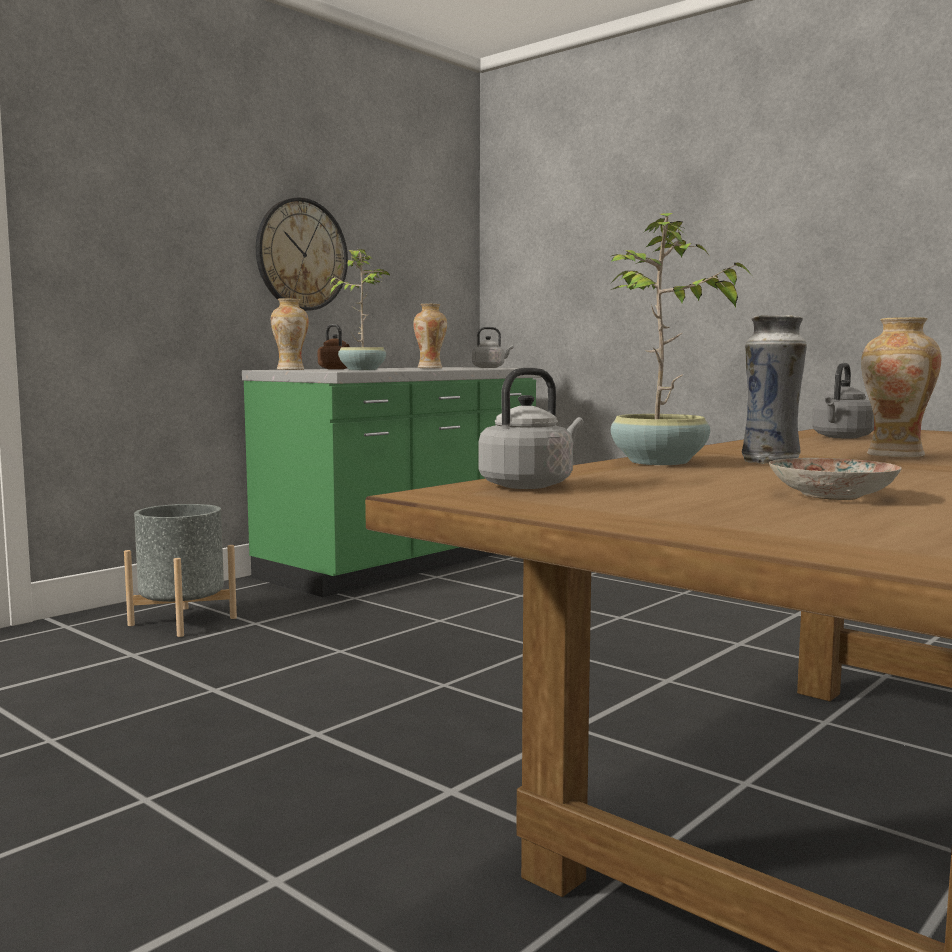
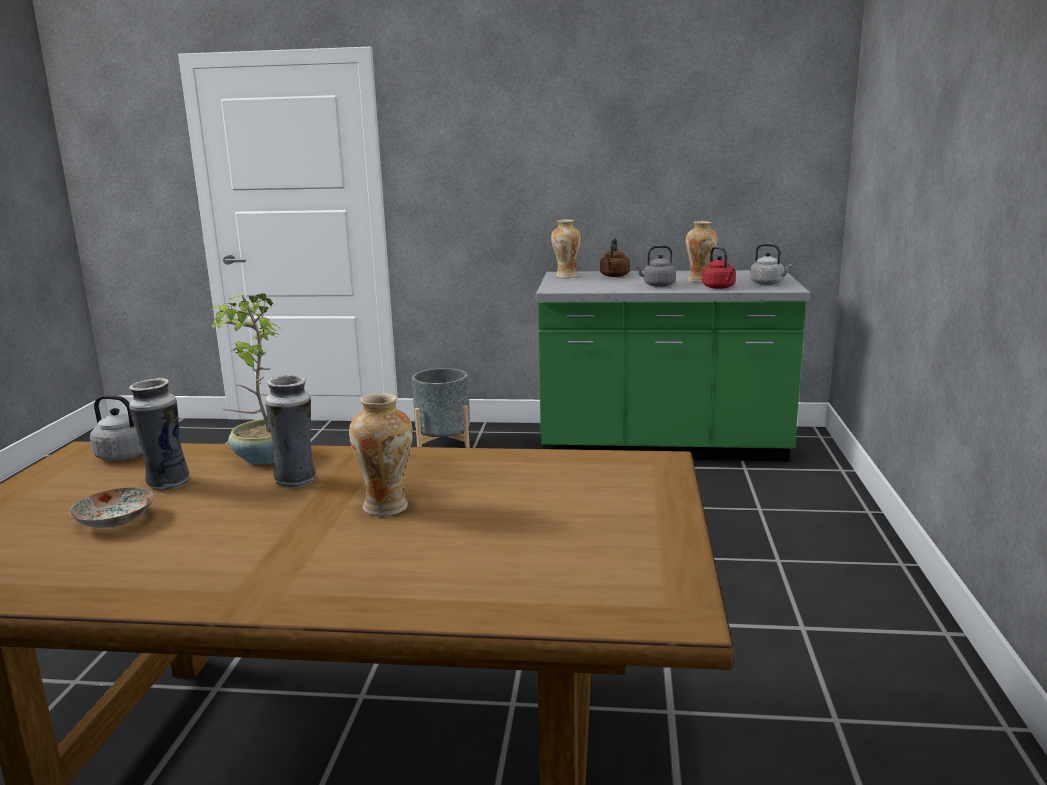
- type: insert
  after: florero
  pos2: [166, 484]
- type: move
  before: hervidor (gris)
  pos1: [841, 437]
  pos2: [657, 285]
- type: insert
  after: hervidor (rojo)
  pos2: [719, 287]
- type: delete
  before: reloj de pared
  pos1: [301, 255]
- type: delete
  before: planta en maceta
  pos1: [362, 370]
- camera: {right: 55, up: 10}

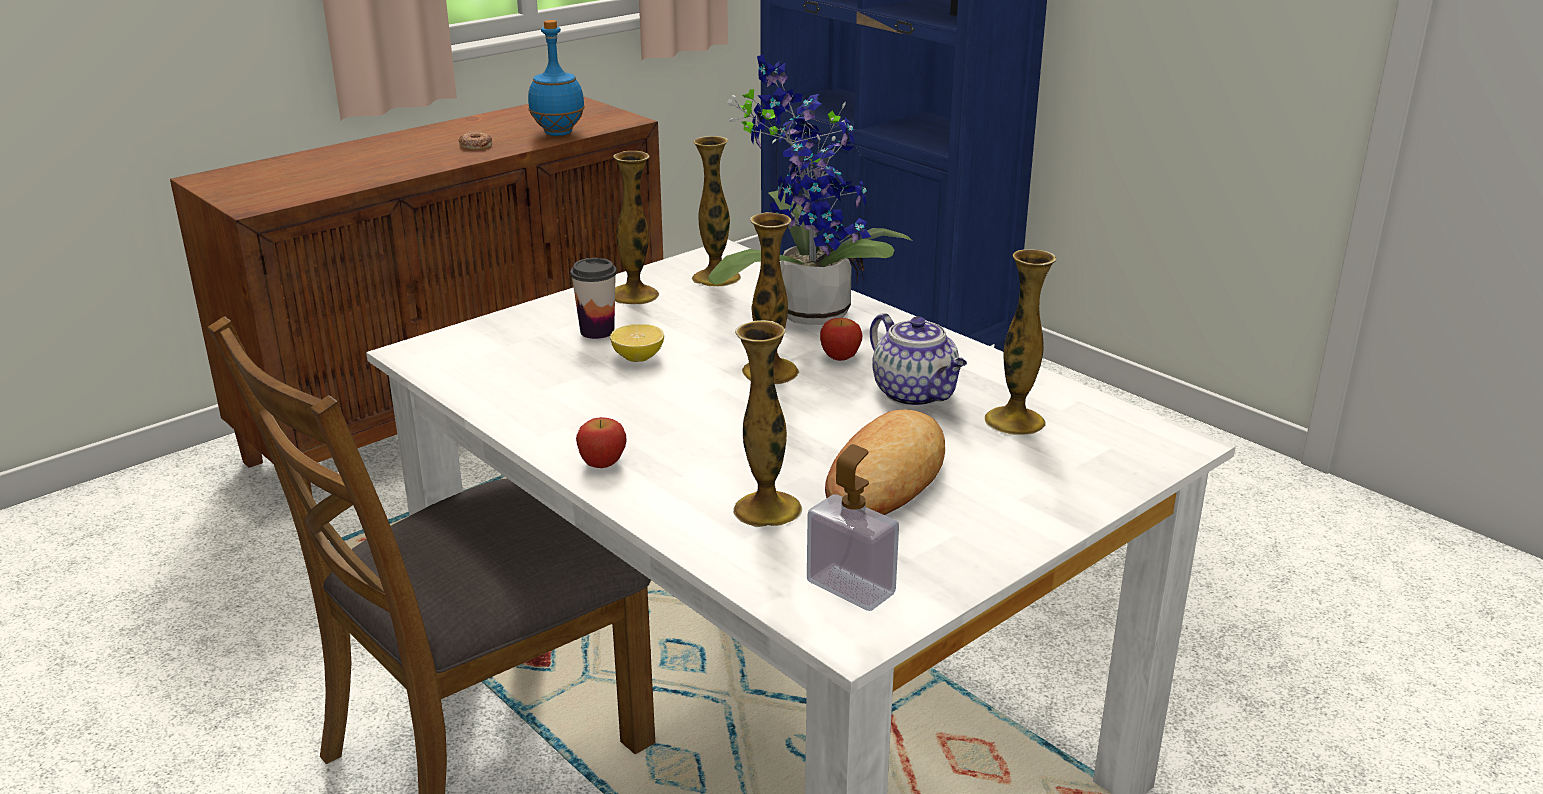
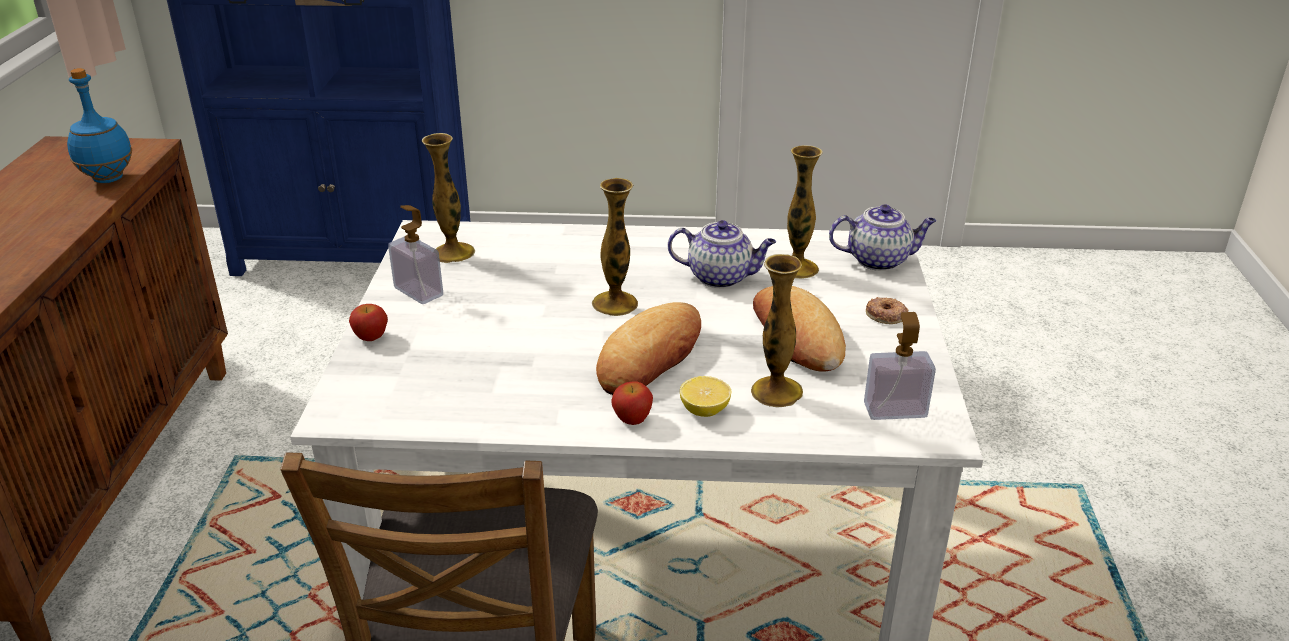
- type: move
  before: manzana
  pos1: [840, 357]
  pos2: [371, 337]
- type: replace
  before: florero
  after: dispensador de jabón
  pos1: [633, 295]
  pos2: [418, 291]
- type: insert
  after: pan
  pos2: [650, 357]
- type: move
  before: limón
  pos1: [638, 358]
  pos2: [704, 410]
- type: insert
  after: tetera
  pos2: [879, 260]
- type: move
  before: rosquilla
  pos1: [475, 145]
  pos2: [886, 315]
- type: delete
  before: taza
  pos1: [597, 331]
- type: delete
  before: planta en maceta
  pos1: [806, 310]
- camera: {right: -45, up: 5}

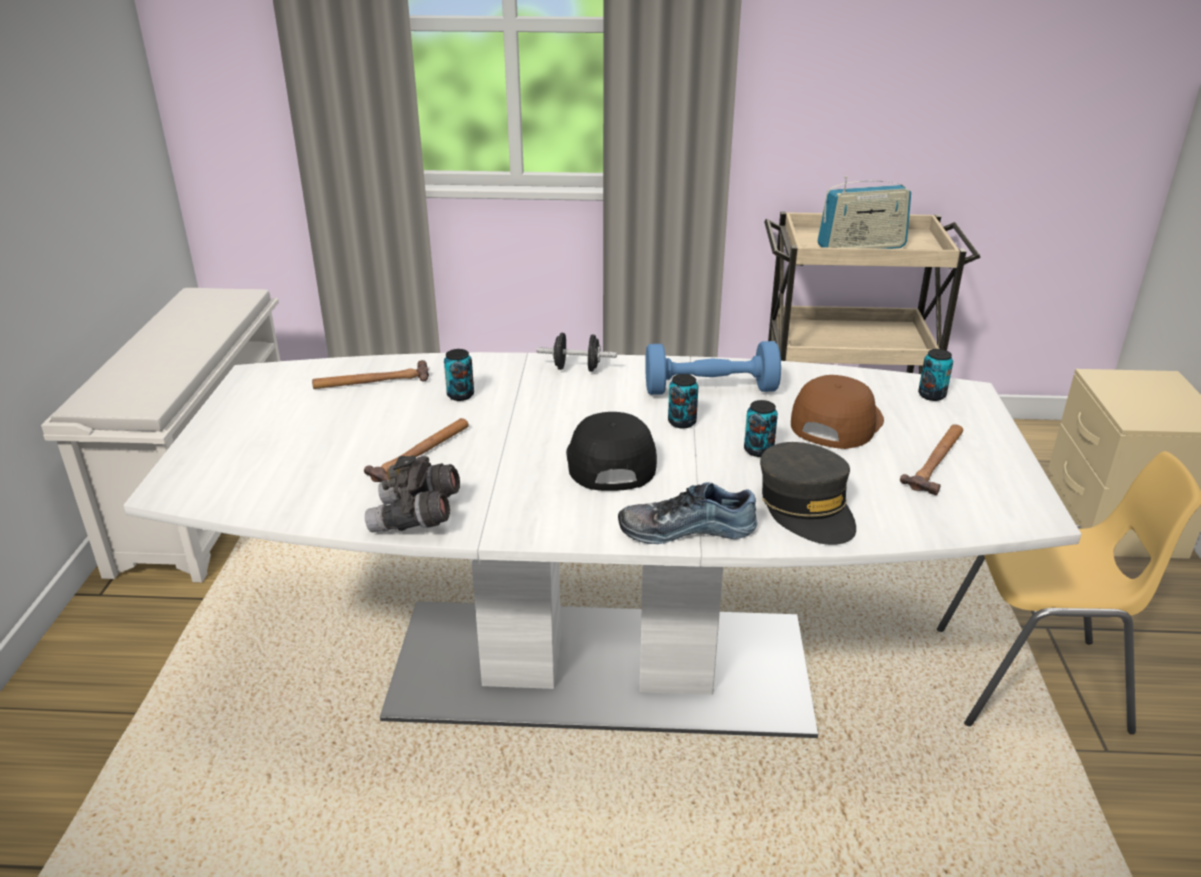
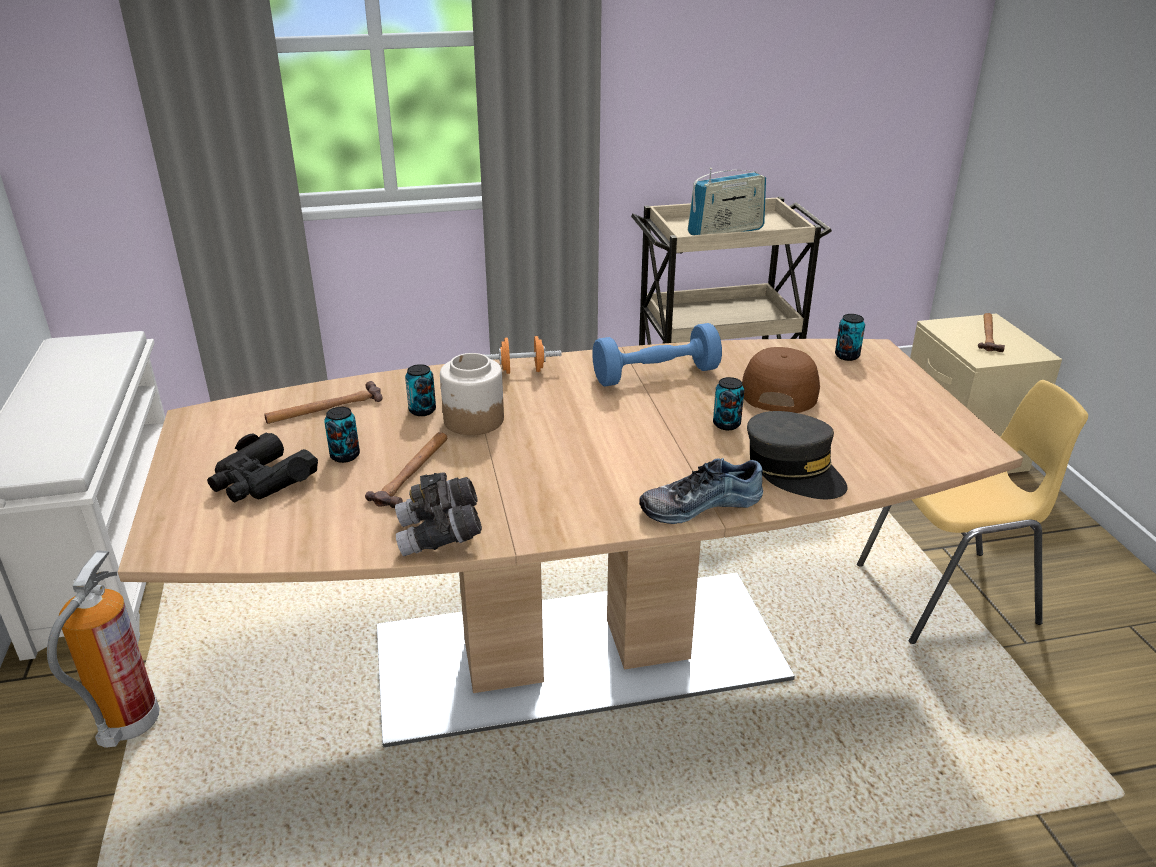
- type: insert
  after: extintor
  pos2: [129, 726]
- type: recolor
  before: mesa de comedor (blanco)
  after: mesa de comedor (marrón)
  pos1: [599, 668]
  pos2: [576, 654]
- type: insert
  after: prismáticos (negro)
  pos2: [261, 481]
- type: move
  before: lata
  pos1: [682, 422]
  pos2: [345, 456]
- type: insert
  after: tarro
  pos2: [473, 420]
- type: recolor
  before: mancuerna (negro)
  after: mancuerna (naranja)
  pos1: [577, 368]
  pos2: [522, 371]
- type: move
  before: martillo
  pos1: [937, 461]
  pos2: [989, 334]
- type: delete
  before: gorra (negro)
  pos1: [608, 461]
- camera: {right: -15, up: 0}

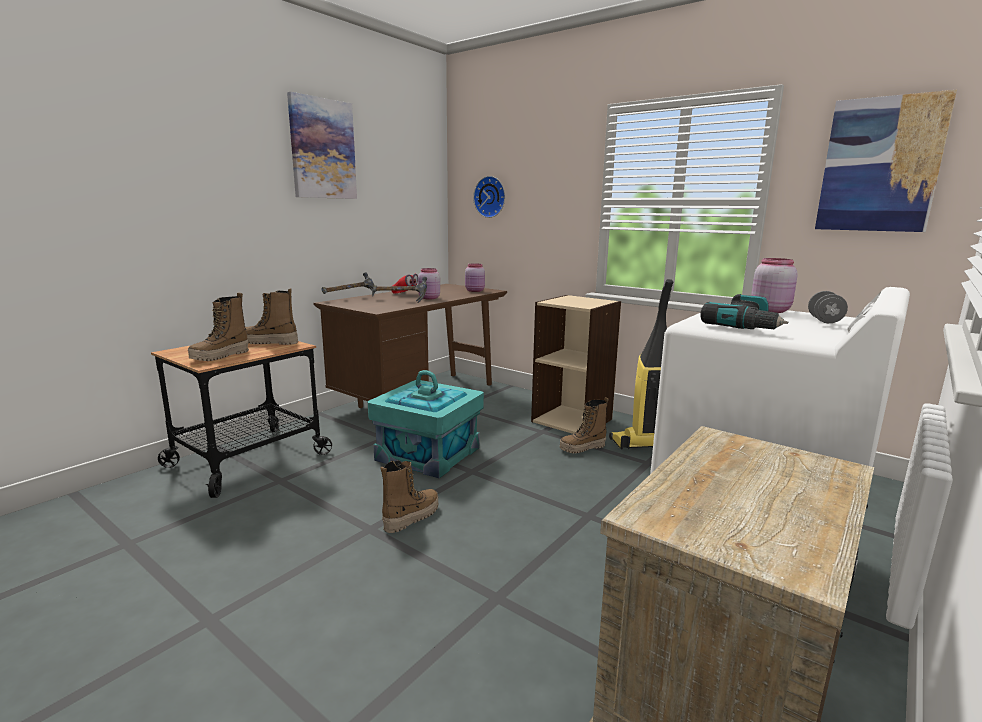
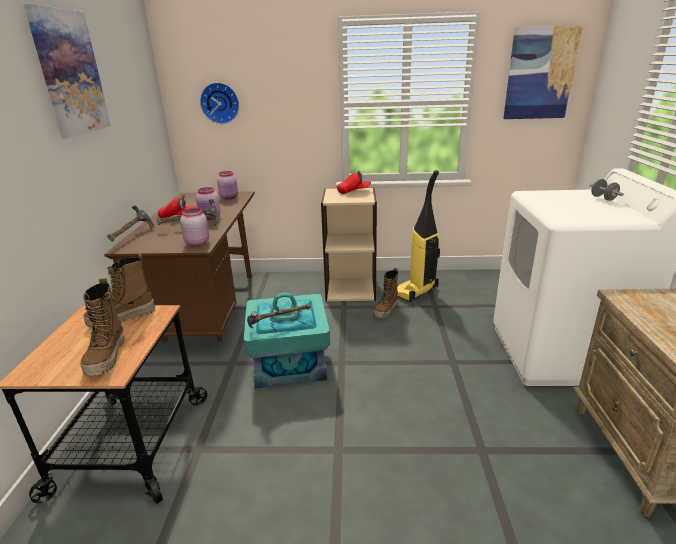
- type: move
  before: tarro (rosa)
  pos1: [769, 310]
  pos2: [197, 242]
- type: insert
  after: martillo
  pos2: [279, 325]
- type: insert
  after: gorra (rojo)
  pos2: [354, 191]
- type: delete
  before: bota
  pos1: [411, 517]
- type: delete
  before: taladro
  pos1: [746, 326]
- camera: {right: -35, up: 10}

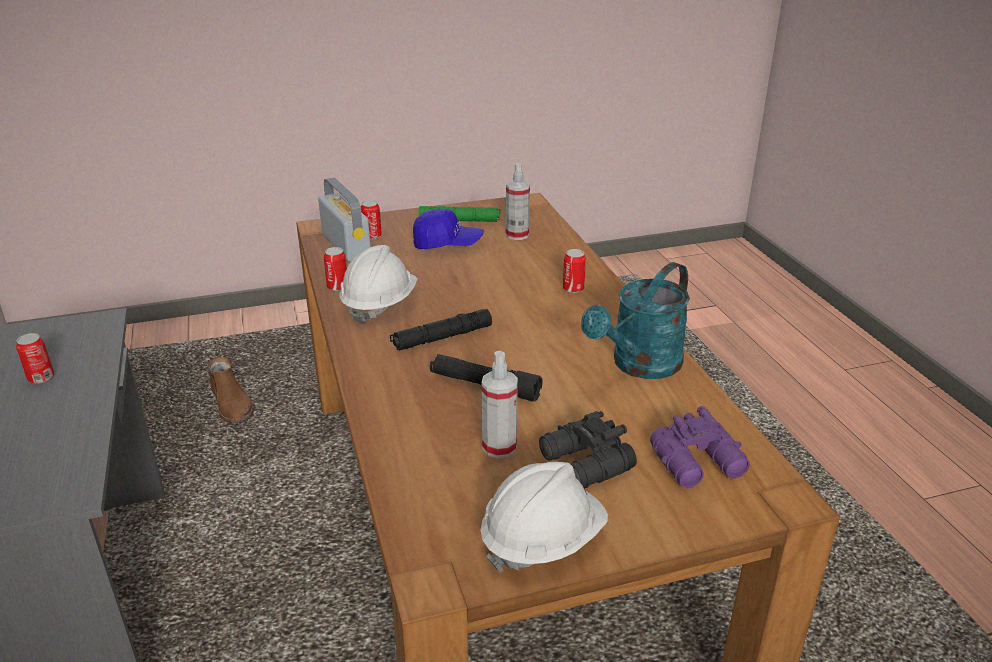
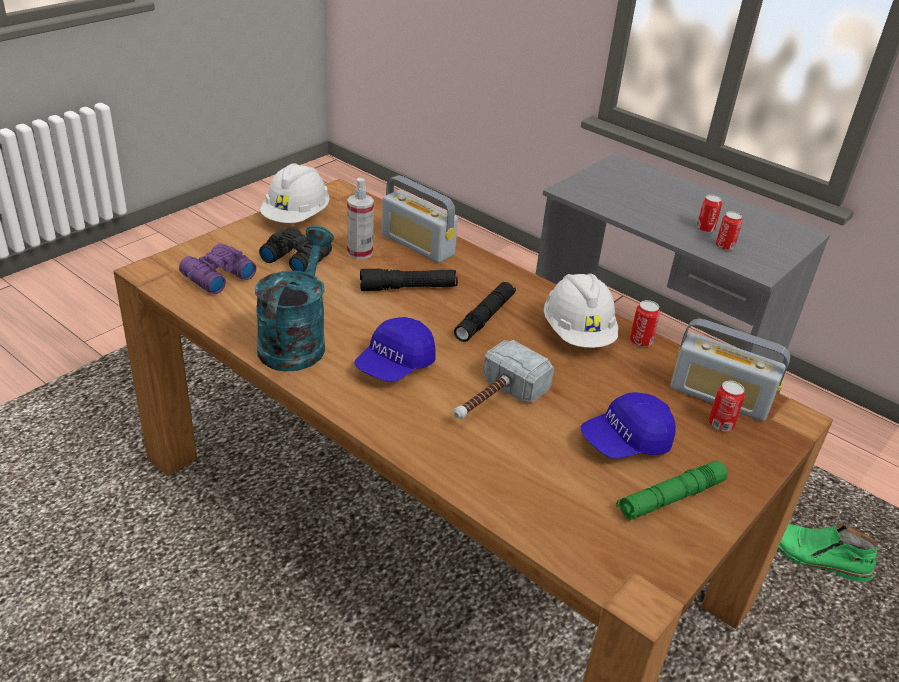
- type: insert
  after: gorra (azul)
  pos2: [395, 365]
- type: insert
  after: radio
  pos2: [417, 245]
- type: insert
  after: martillo
  pos2: [494, 401]
- type: move
  before: lata
  pos1: [573, 289]
  pos2: [724, 246]
- type: recolor
  before: bota (marrón)
  after: bota (verde)
  pos1: [232, 404]
  pos2: [813, 556]
- type: delete
  before: pulverizador
  pos1: [517, 235]
- camera: {right: 145, up: 5}

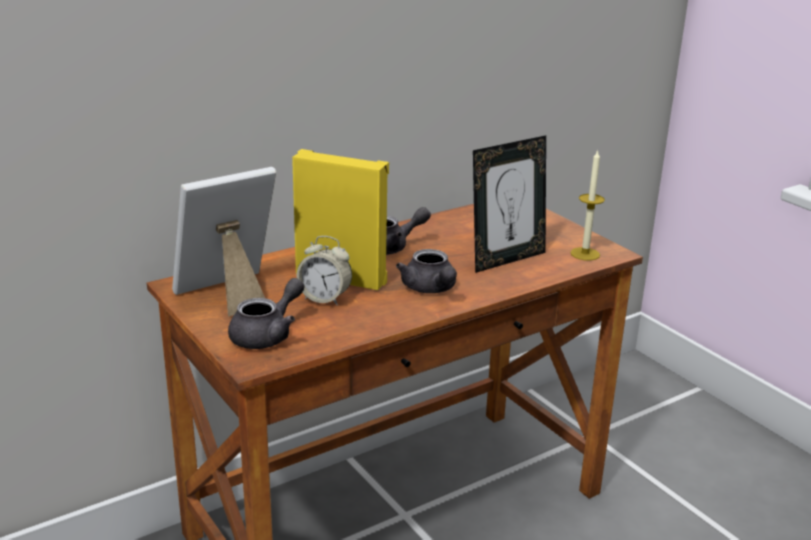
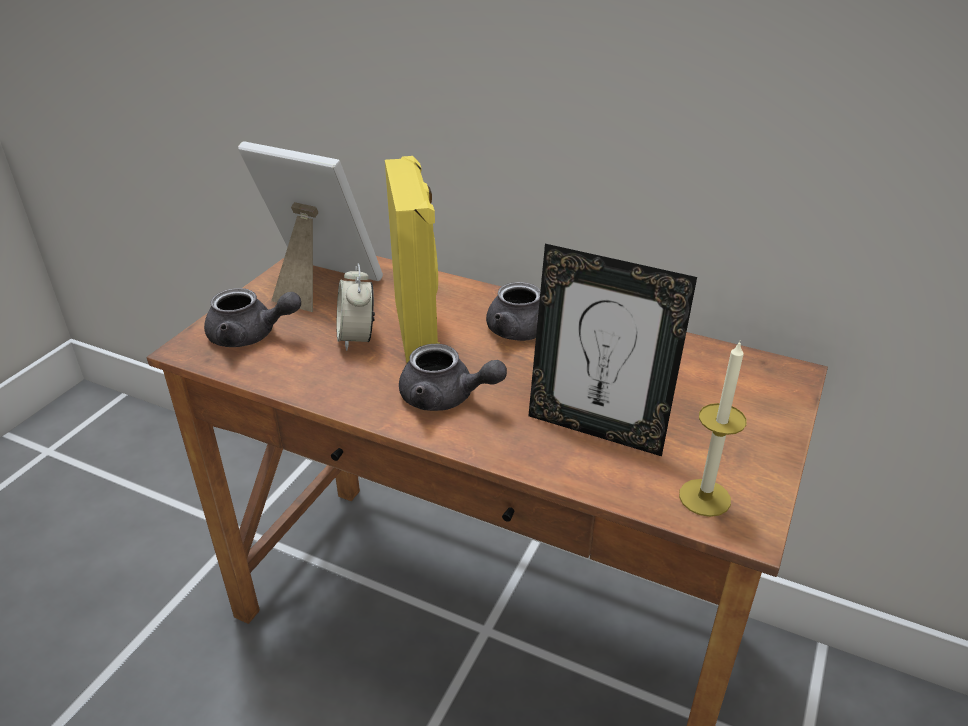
- type: rotate
  before: tetera (gris)
  pos1: [430, 289]
  pos2: [446, 398]
  turn: -105
- camera: {right: 60, up: 10}

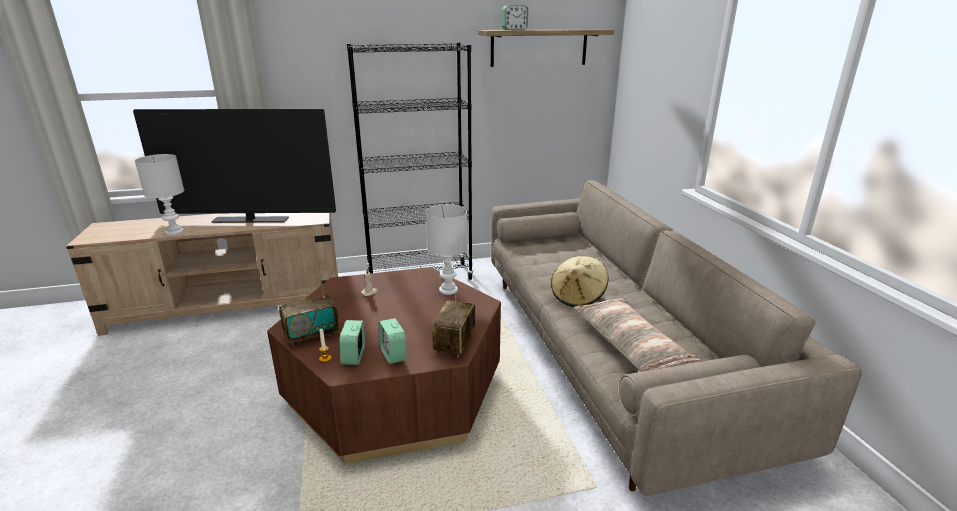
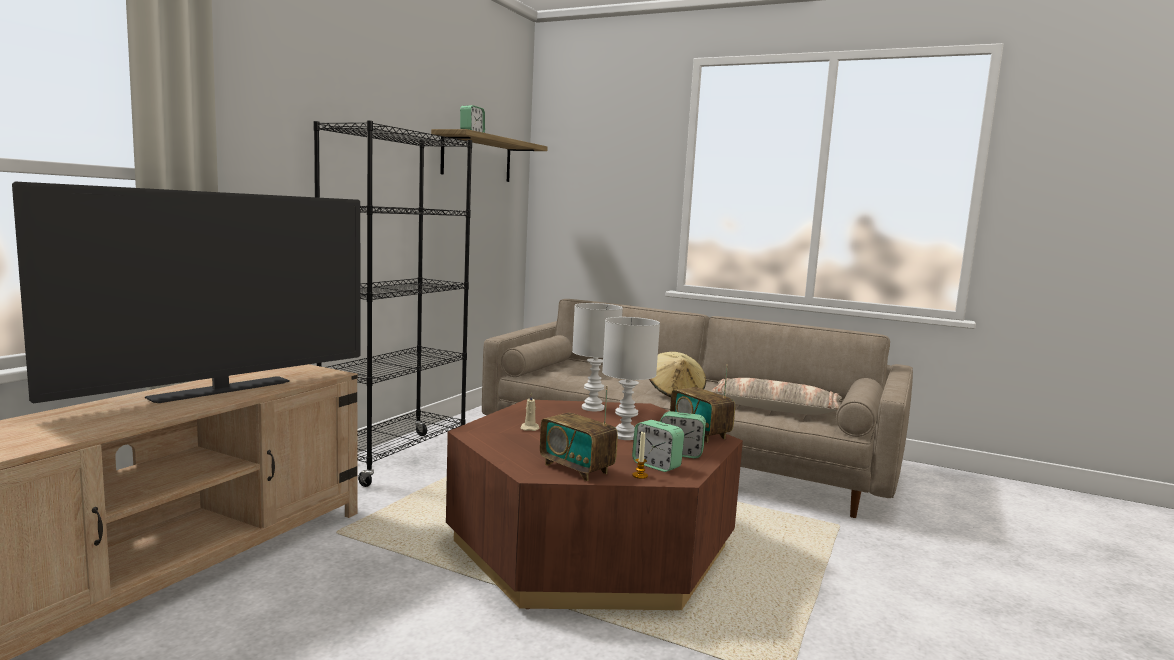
- type: rotate
  before: radio
  pos1: [312, 335]
  pos2: [576, 469]
  turn: 120
- type: move
  before: lámpara de mesa (blanco)
  pos1: [173, 232]
  pos2: [624, 436]
- camera: {right: -50, up: -15}

